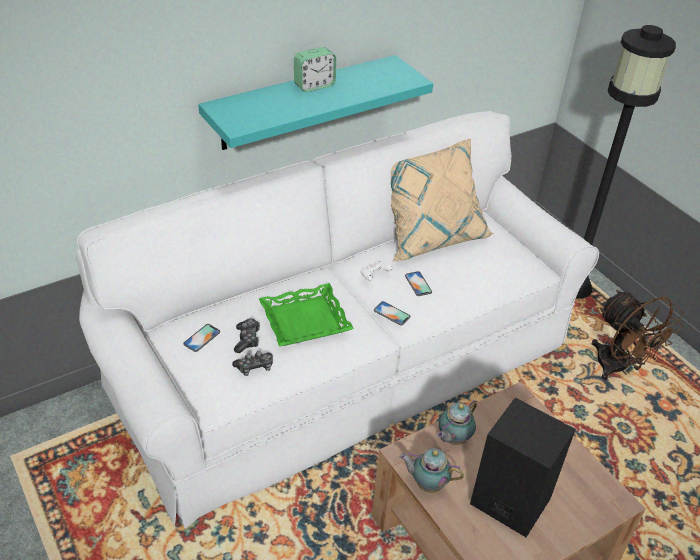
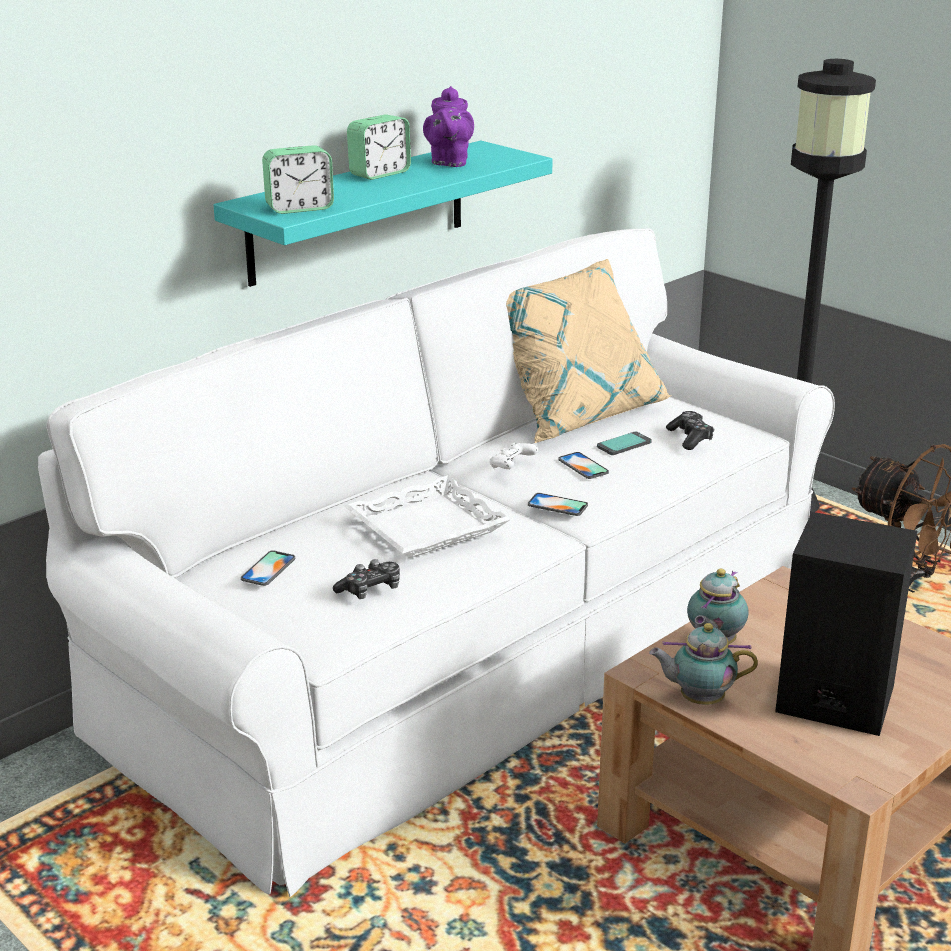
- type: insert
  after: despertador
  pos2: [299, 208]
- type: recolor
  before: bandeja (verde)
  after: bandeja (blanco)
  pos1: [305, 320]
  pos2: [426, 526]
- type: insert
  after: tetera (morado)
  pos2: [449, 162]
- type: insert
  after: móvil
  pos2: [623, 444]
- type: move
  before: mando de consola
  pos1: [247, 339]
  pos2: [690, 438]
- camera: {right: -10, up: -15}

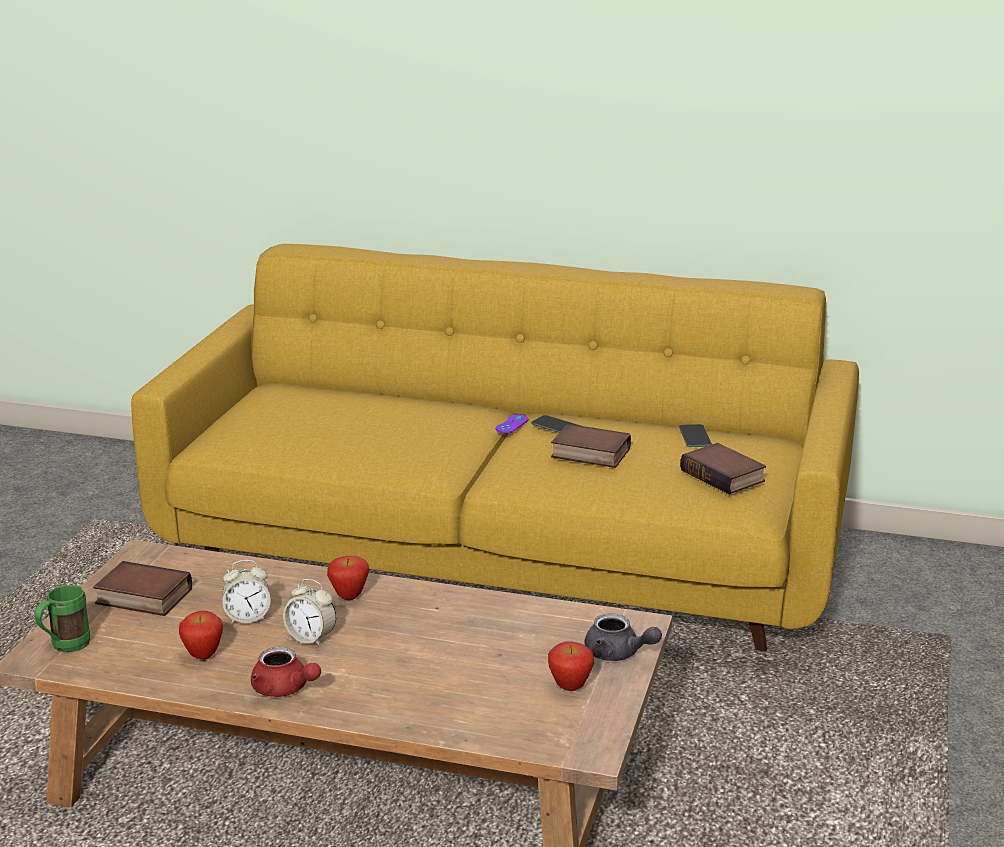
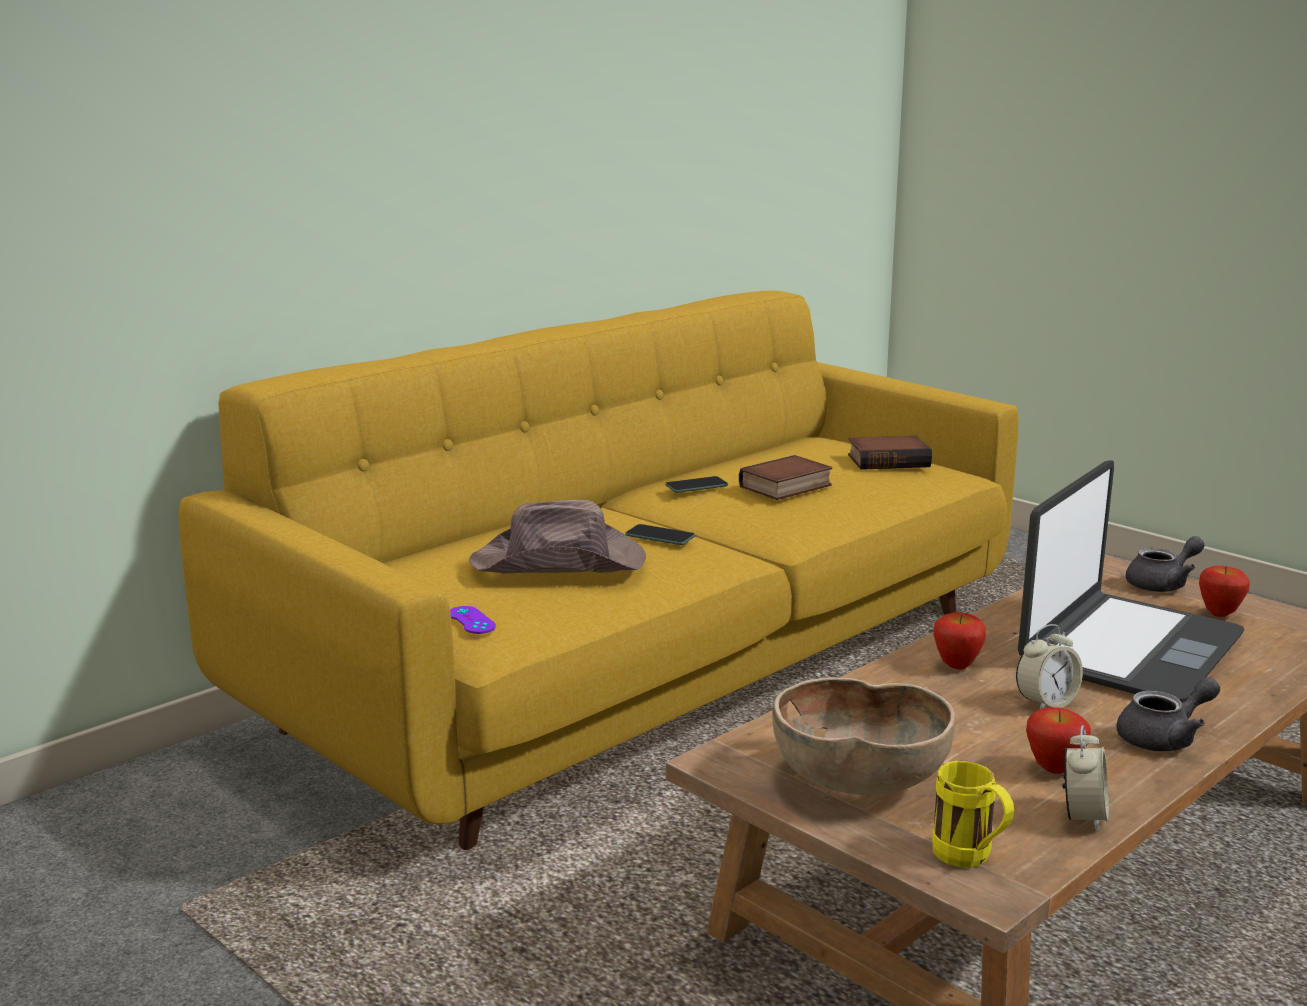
- type: move
  before: mando de consola (morado)
  pos1: [512, 424]
  pos2: [471, 620]
- type: insert
  after: sombrero (marrón)
  pos2: [560, 563]
- type: move
  before: móvil
  pos1: [695, 436]
  pos2: [660, 536]
- type: replace
  before: libro
  after: cuenco (marrón)
  pos1: [141, 597]
  pos2: [859, 782]
- type: recolor
  before: taza grande (verde)
  after: taza grande (amarillo)
  pos1: [64, 647]
  pos2: [970, 859]
- type: insert
  after: portátil
  pos2: [1128, 649]
- type: move
  before: despertador
  pos1: [247, 618]
  pos2: [1083, 817]
- type: recolor
  before: tetera (rojo)
  after: tetera (gris)
  pos1: [284, 689]
  pos2: [1164, 739]
- camera: {right: -60, up: -5}

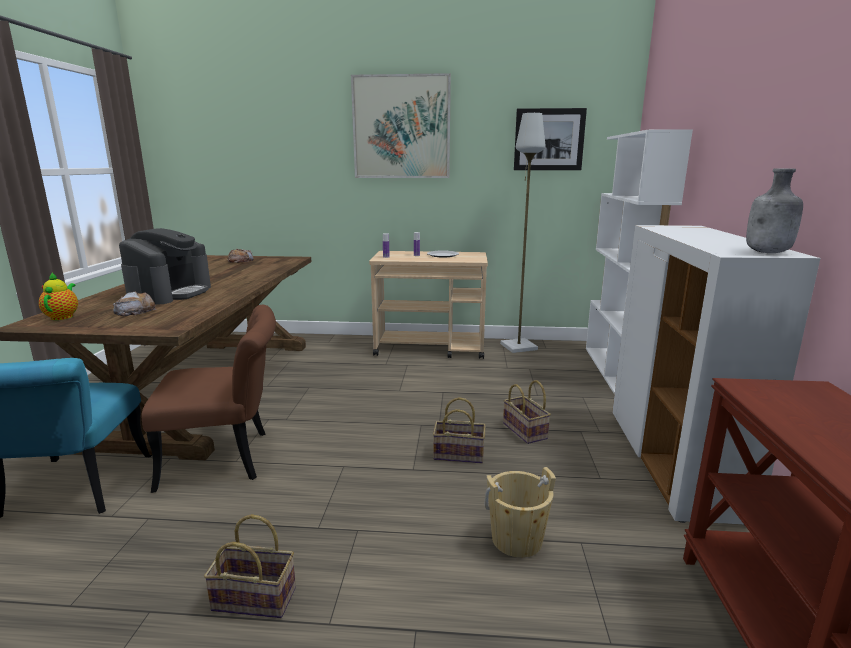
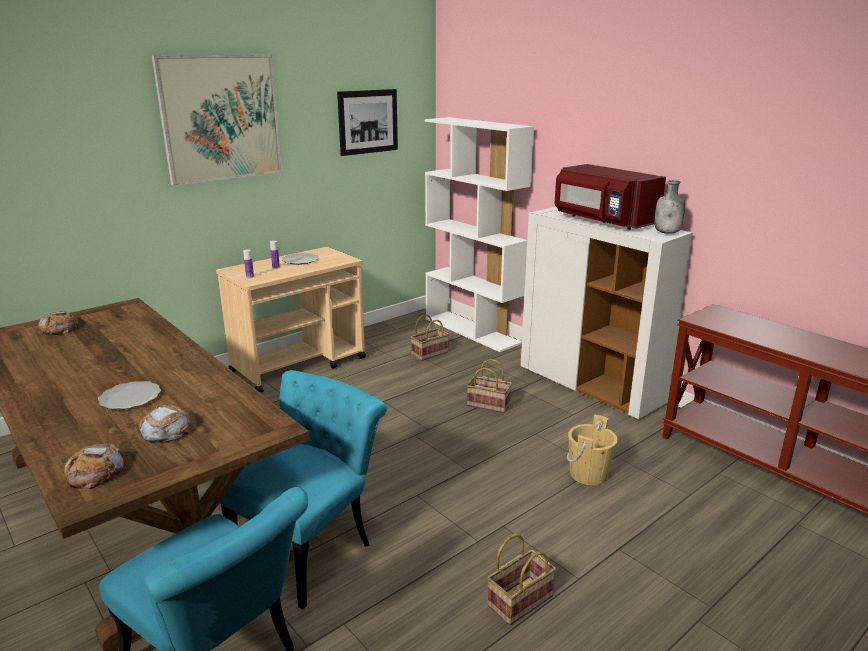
- type: replace
  before: tetera
  after: pan
  pos1: [63, 316]
  pos2: [95, 472]
- type: replace
  before: cafetera
  after: plato
  pos1: [171, 293]
  pos2: [129, 397]
- type: recolor
  before: silla (marrón)
  after: silla (turquesa)
  pos1: [228, 458]
  pos2: [311, 545]
- type: move
  before: cesta
  pos1: [460, 454]
  pos2: [430, 353]
- type: insert
  after: microondas (rojo)
  pos2: [602, 221]
- type: delete
  before: lámpara de pie (gris)
  pos1: [518, 347]
- camera: {right: -45, up: 5}

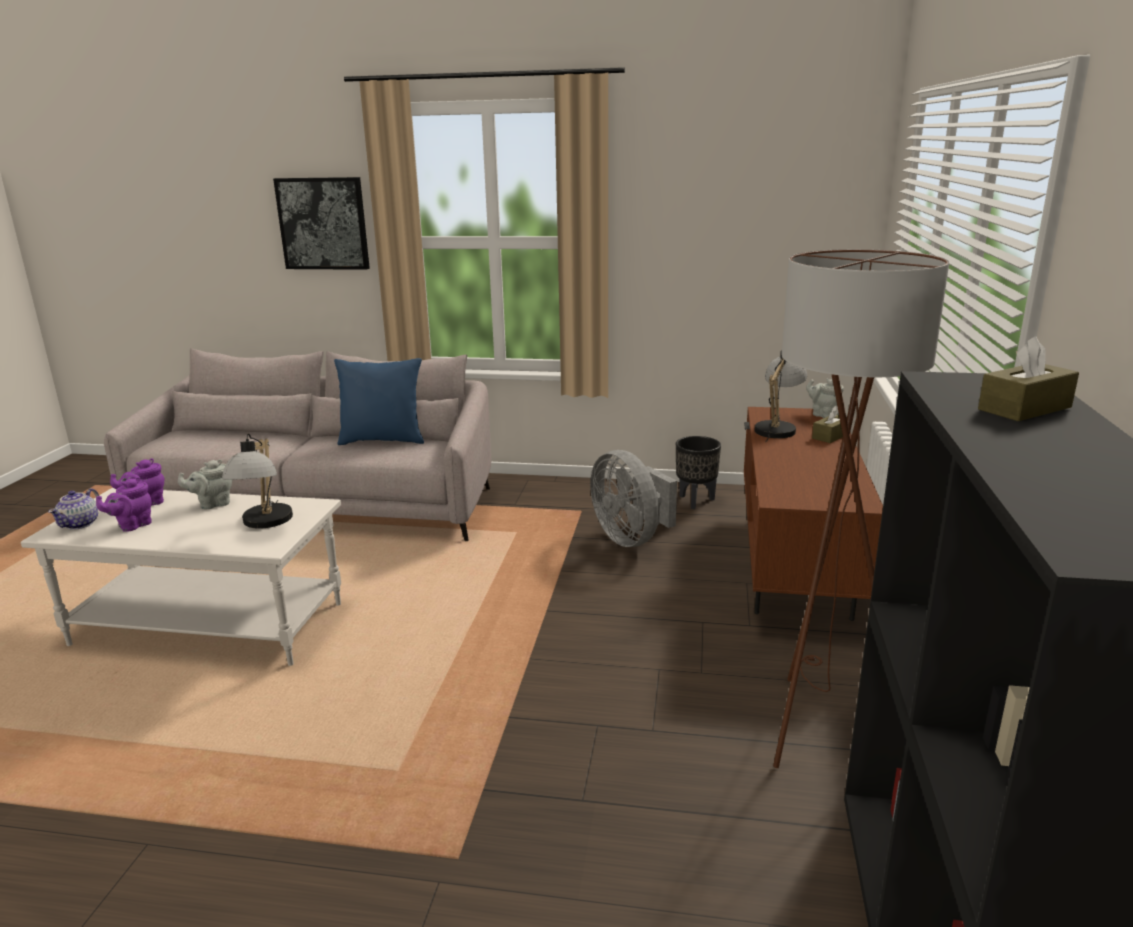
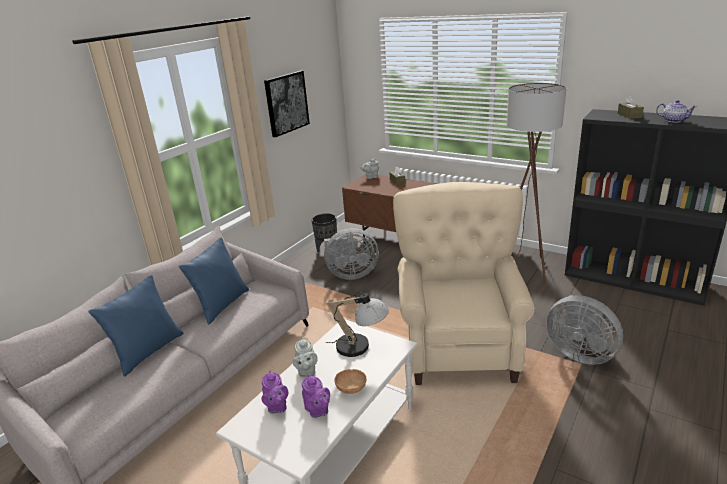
- type: insert
  after: cojín (azul)
  pos2: [148, 351]
- type: move
  before: cuadro
  pos1: [323, 223]
  pos2: [286, 103]
- type: insert
  after: cuenco (marrón)
  pos2: [352, 389]
- type: insert
  after: sillón (beis)
  pos2: [459, 345]
- type: insert
  after: ventilador (gris)
  pos2: [580, 353]
- type: move
  before: tetera
  pos1: [80, 524]
  pos2: [673, 120]
- type: delete
  before: lámpara de mesa
  pos1: [777, 428]
- camera: {right: -65, up: 5}

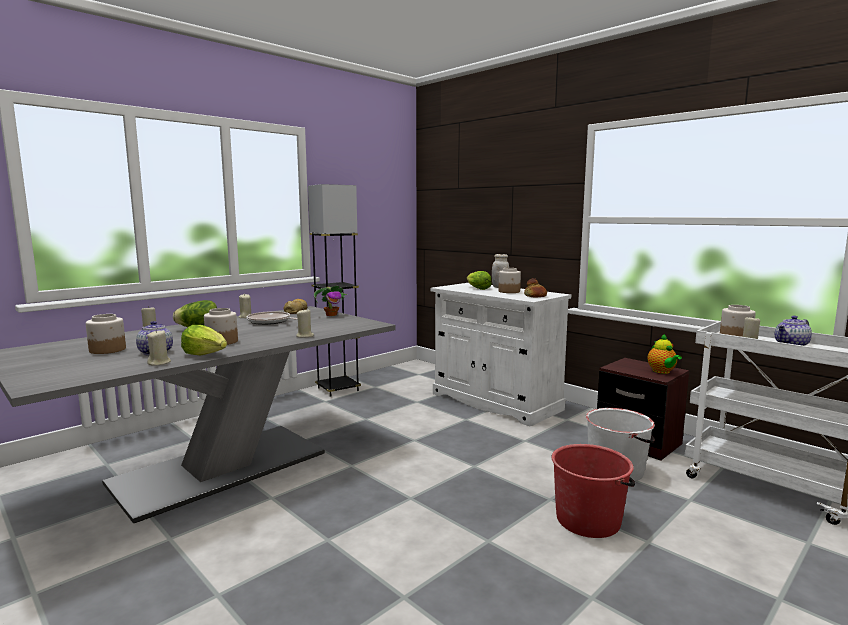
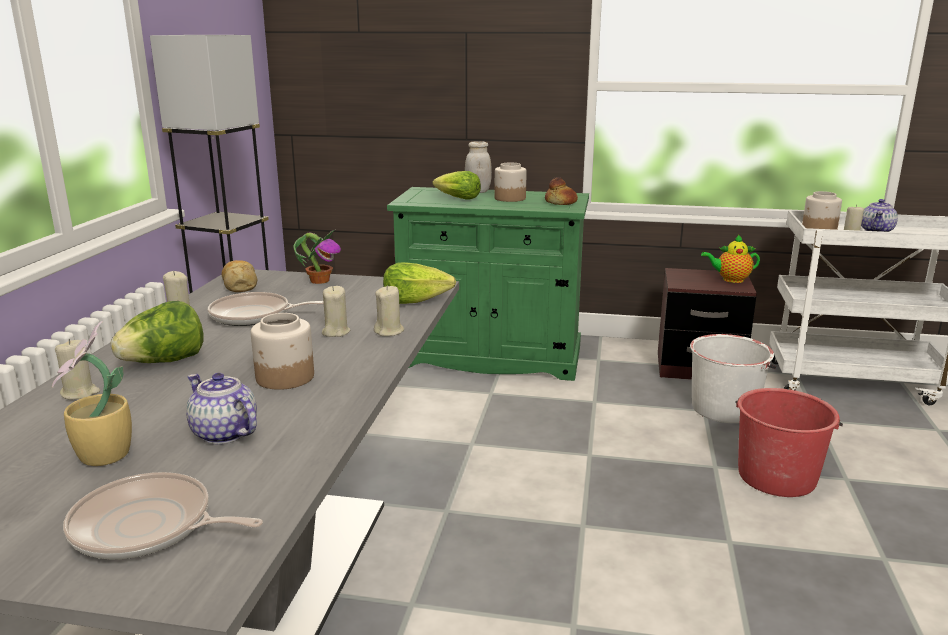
- type: replace
  before: tarro
  after: planta en maceta
  pos1: [107, 350]
  pos2: [103, 457]
- type: insert
  after: sartén
  pos2: [148, 527]
- type: move
  before: vela (beis)
  pos1: [159, 363]
  pos2: [335, 332]
- type: move
  before: lechuga
  pos1: [206, 354]
  pos2: [416, 301]
- type: recolor
  before: armario (blanco)
  after: armario (verde)
  pos1: [495, 401]
  pos2: [490, 357]
- type: rotate
  before: tetera
  pos1: [662, 371]
  pos2: [730, 280]
  turn: 135
- camera: {right: -35, up: 10}

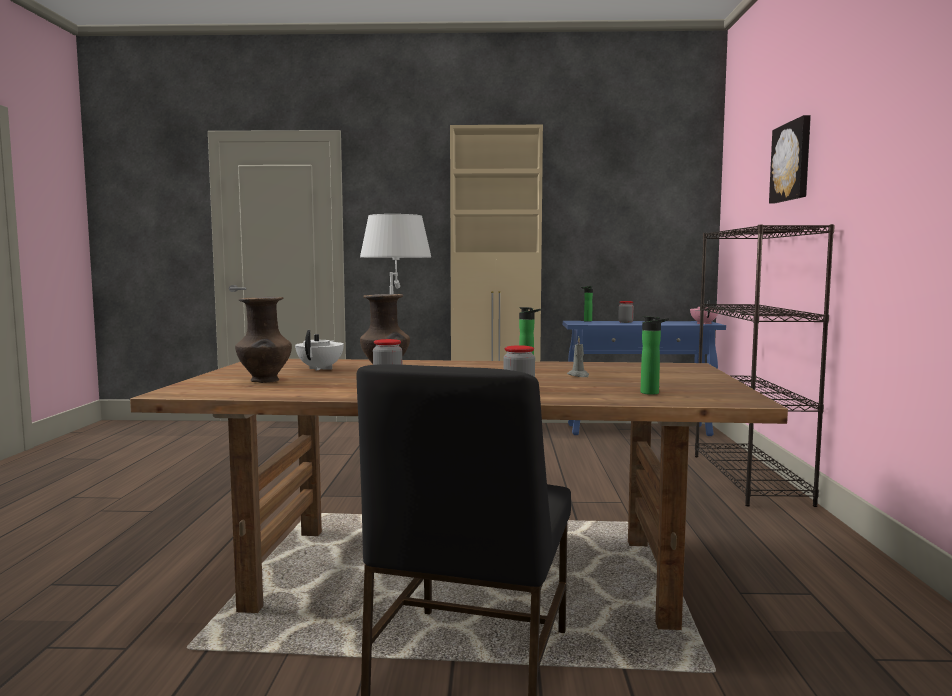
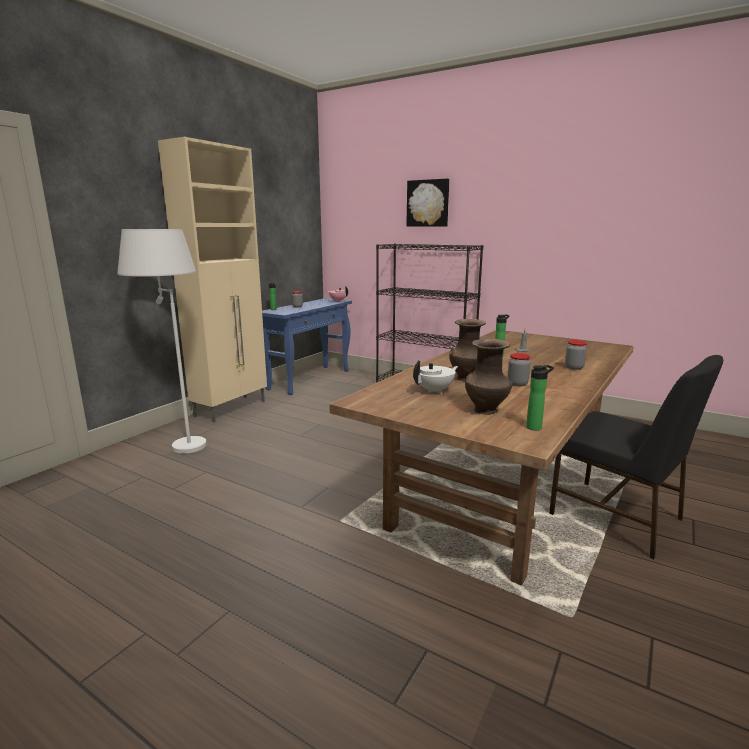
- type: rotate
  before: tetera (blanco)
  pos1: [321, 369]
  pos2: [435, 391]
  turn: 105
- type: move
  before: botella
  pos1: [652, 393]
  pos2: [535, 427]
- camera: {right: -60, up: 10}

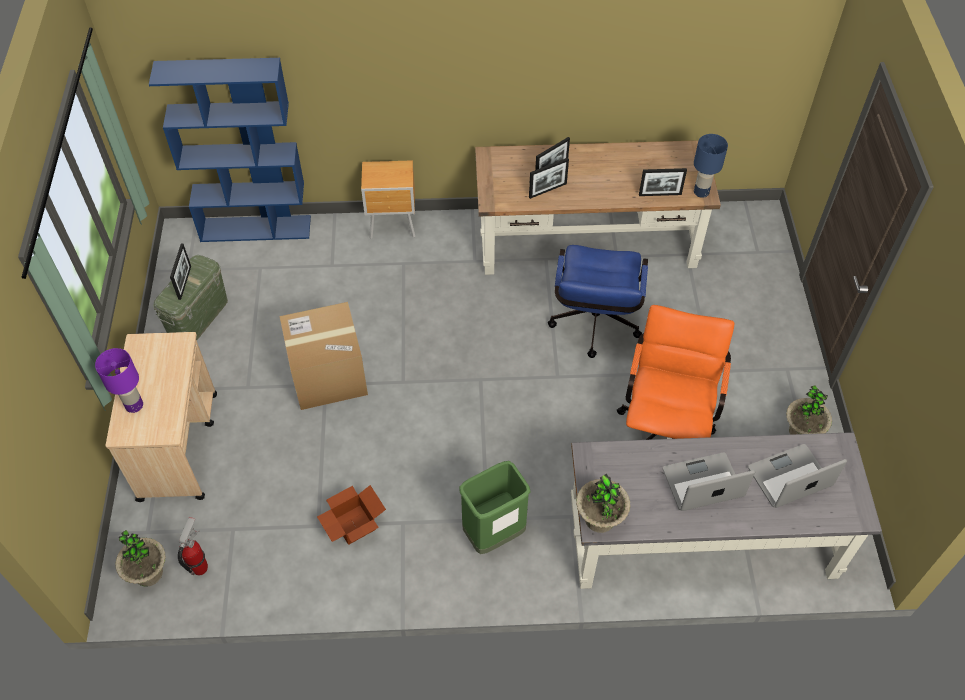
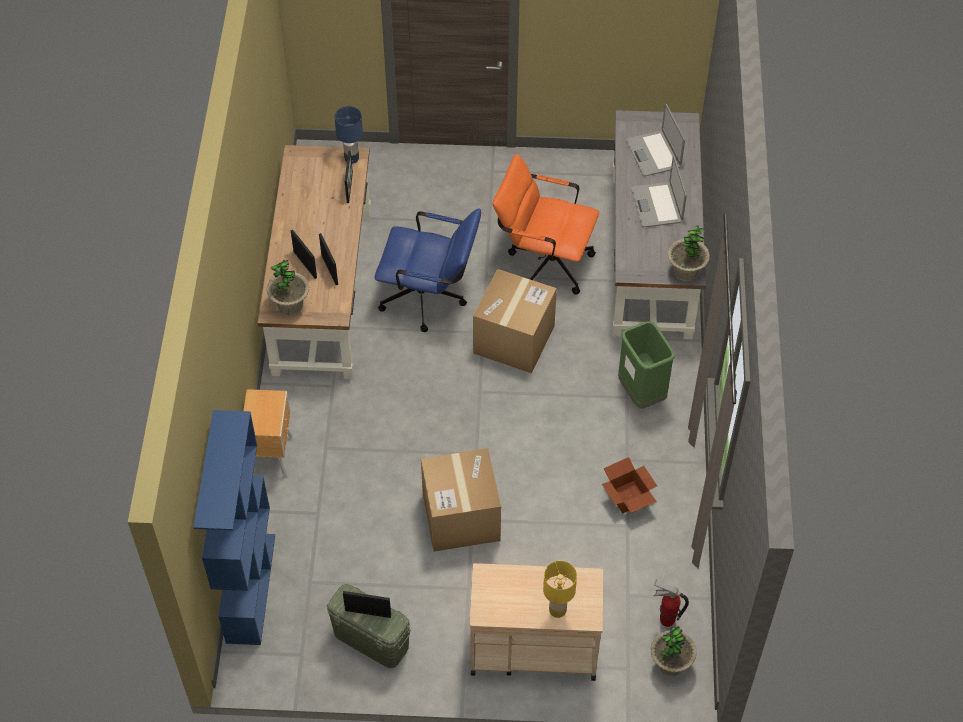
- type: move
  before: planta en maceta
  pos1: [801, 432]
  pos2: [290, 305]
- type: insert
  after: caja de cartón
  pos2: [514, 339]
- type: recolor
  before: lámpara de mesa (morado)
  after: lámpara de mesa (amarillo)
  pos1: [133, 405]
  pos2: [557, 610]
- camera: {right: -85, up: 0}

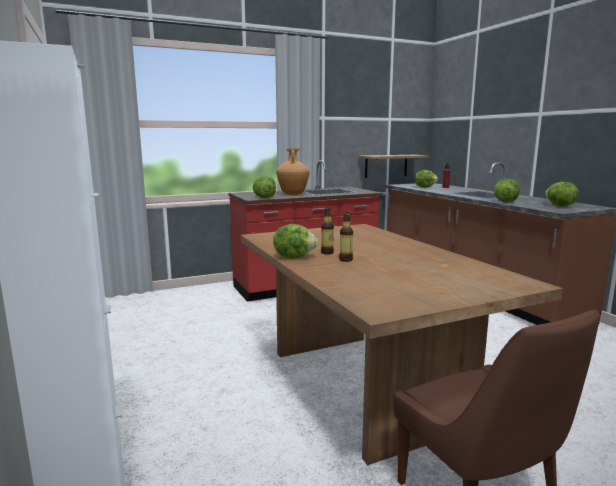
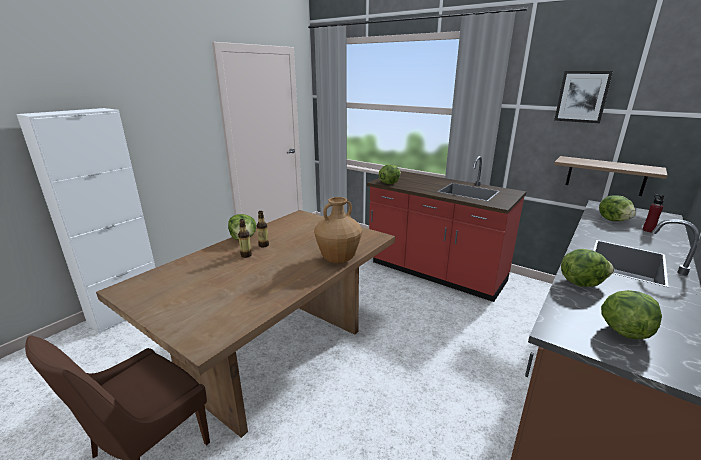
- type: move
  before: florero (marrón)
  pos1: [293, 194]
  pos2: [338, 259]
- type: insert
  after: cuadro
  pos2: [582, 96]
- camera: {right: 60, up: 10}

